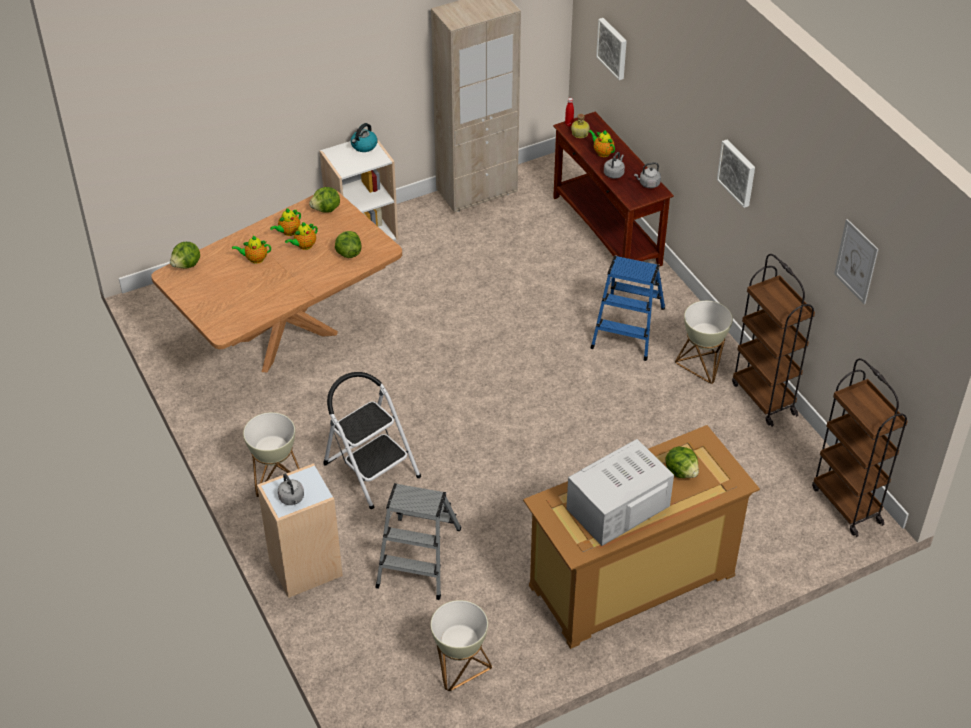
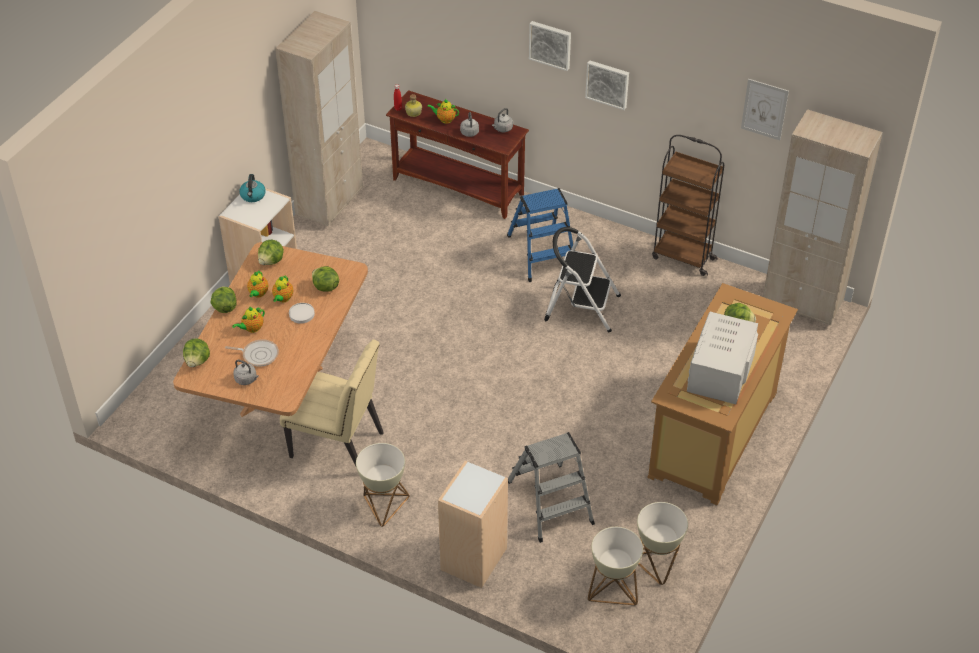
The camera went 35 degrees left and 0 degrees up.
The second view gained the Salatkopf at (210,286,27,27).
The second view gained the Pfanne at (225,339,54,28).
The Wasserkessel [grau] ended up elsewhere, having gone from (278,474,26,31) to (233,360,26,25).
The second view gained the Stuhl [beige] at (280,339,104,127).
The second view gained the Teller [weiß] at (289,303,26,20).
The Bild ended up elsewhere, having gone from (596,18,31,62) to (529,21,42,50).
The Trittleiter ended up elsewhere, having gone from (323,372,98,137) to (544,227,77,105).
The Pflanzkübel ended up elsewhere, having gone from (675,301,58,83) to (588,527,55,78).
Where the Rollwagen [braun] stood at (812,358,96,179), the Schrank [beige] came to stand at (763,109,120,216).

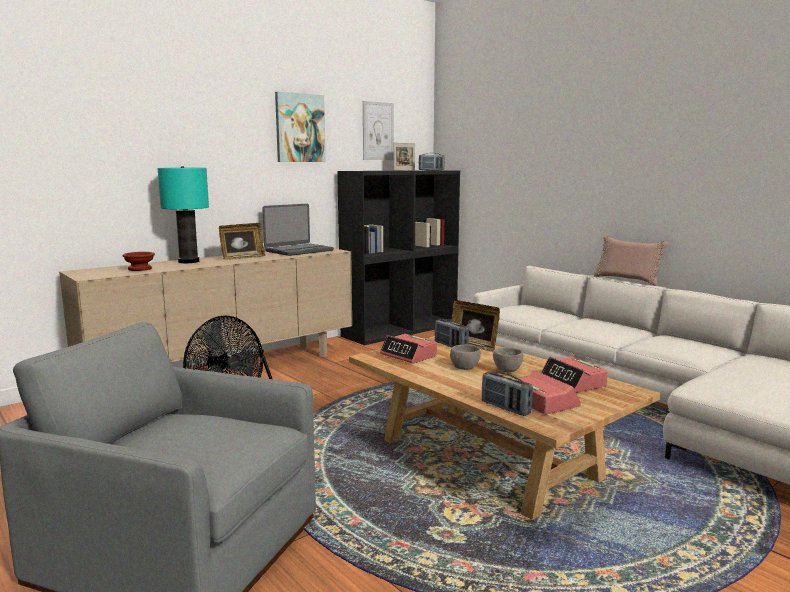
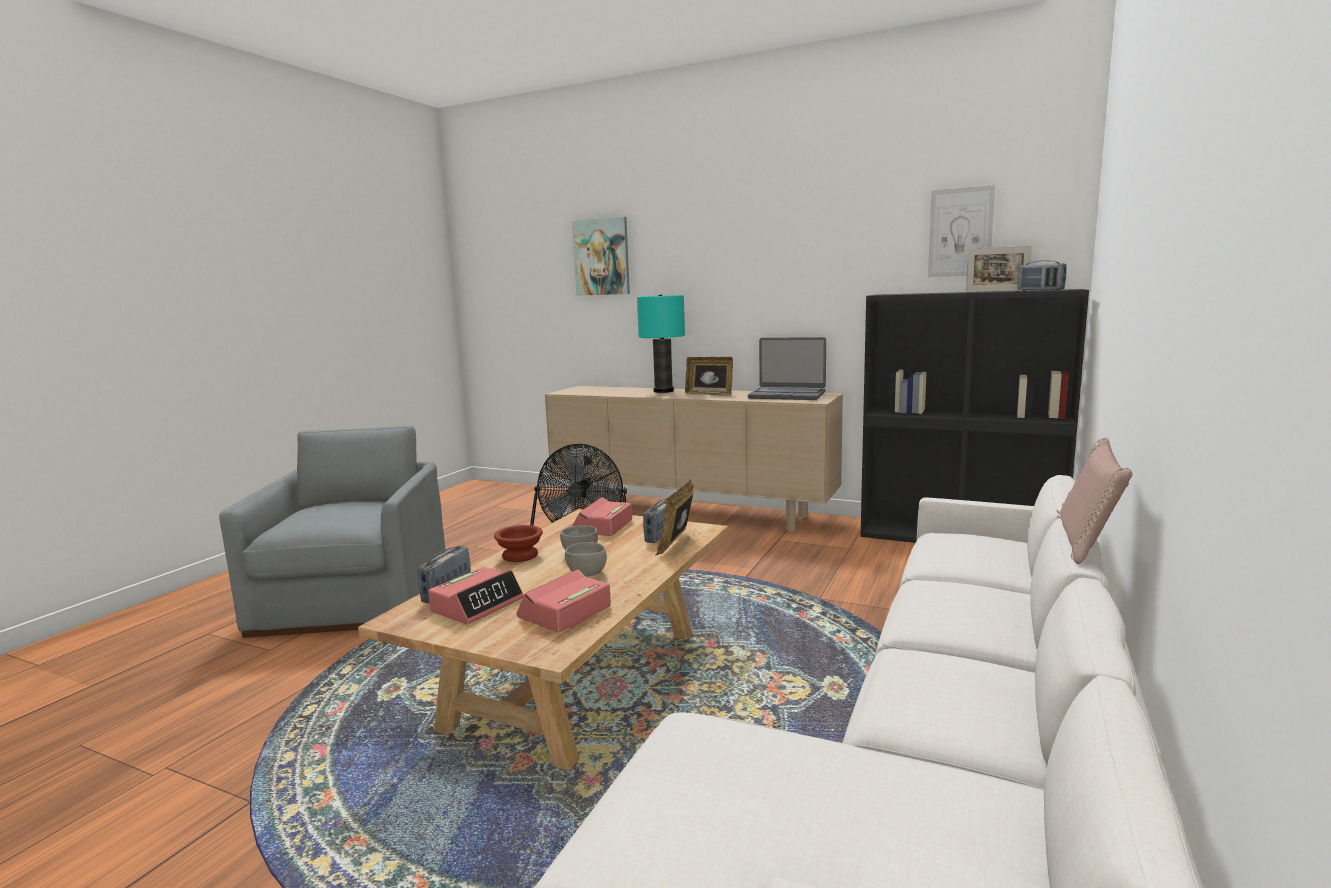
The camera went 65 degrees right and 0 degrees up.
The Schüssel [braun] ended up elsewhere, having gone from (122,252,33,19) to (494,525,49,37).
The Bild ended up elsewhere, having gone from (275,91,51,71) to (572,217,58,79).

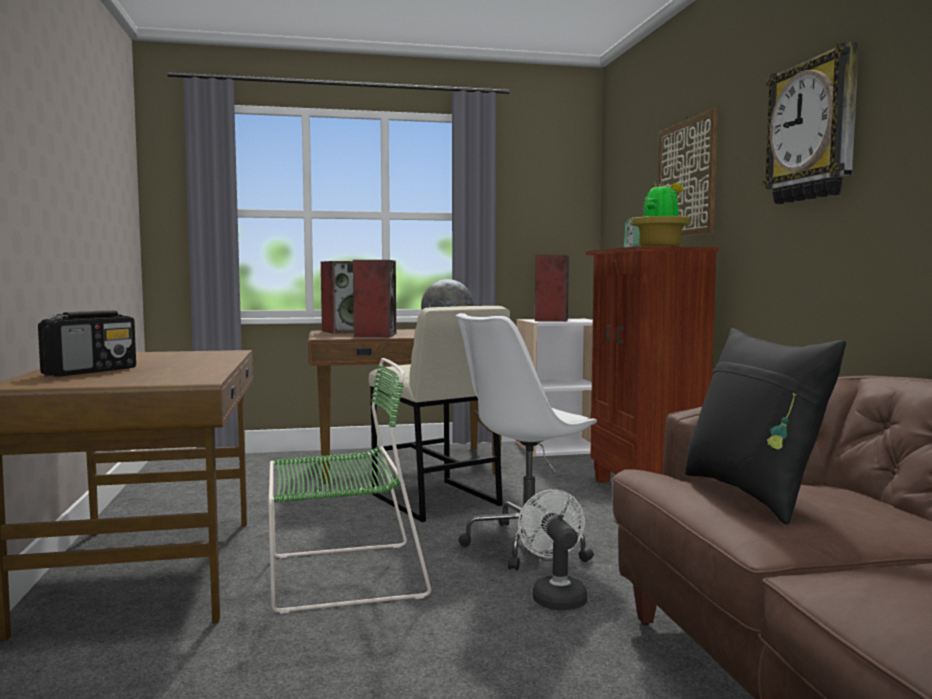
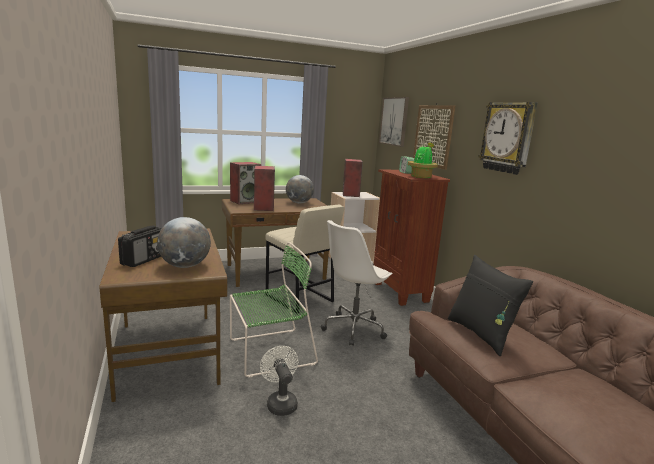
The camera went 10 degrees left and 10 degrees up.
The second view gained the Globus at (157,217,54,51).
The Ventilator [weiß] ended up elsewhere, having gone from (518,489,69,121) to (260,346,38,70).
The second view gained the Bild at (379,97,30,50).

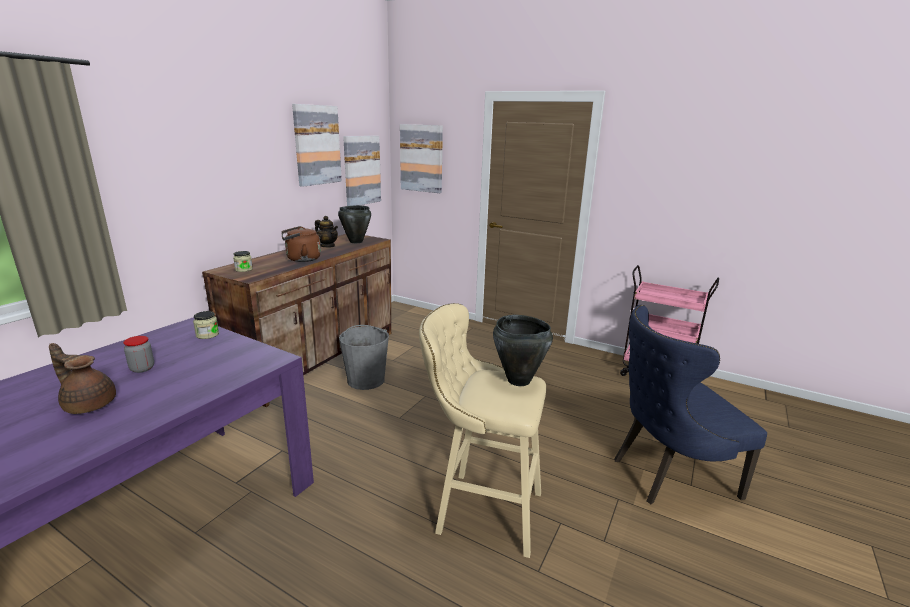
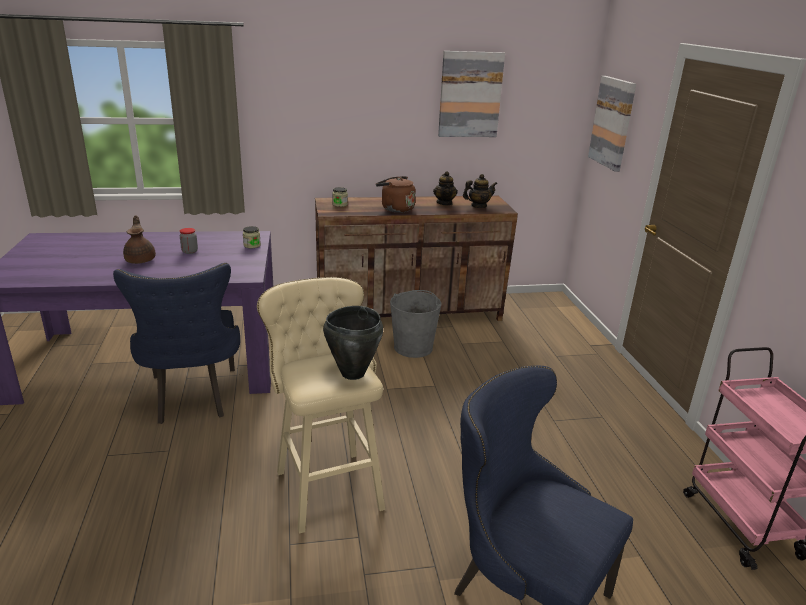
The camera went 50 degrees right and 5 degrees up.
The second view gained the Stuhl [blau] at (113,263,127,161).
Where the Kochtopf [schwarz] stood at (338,205,33,38), the Teekanne came to stand at (463,174,34,34).
The second view lost the Bild at (343,136,38,70).

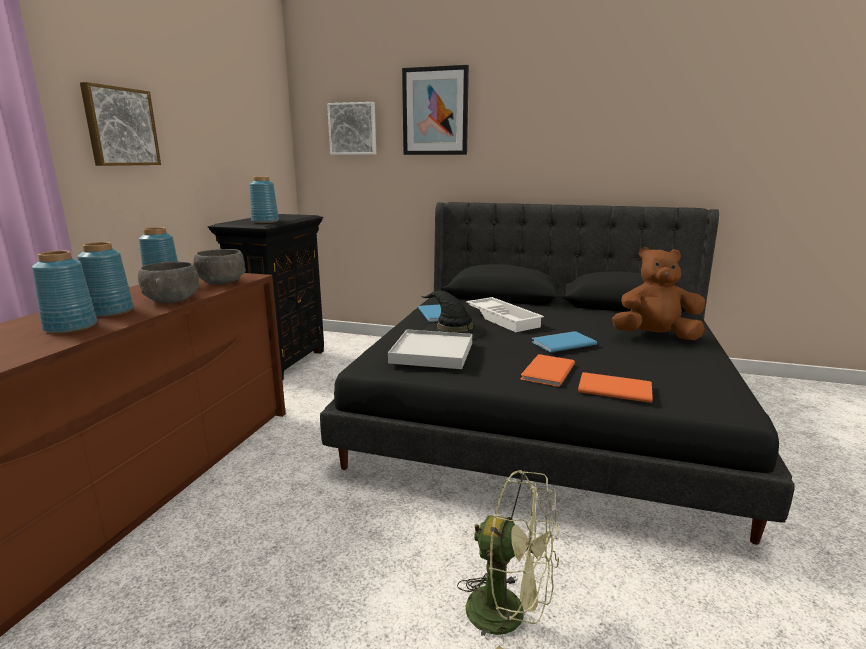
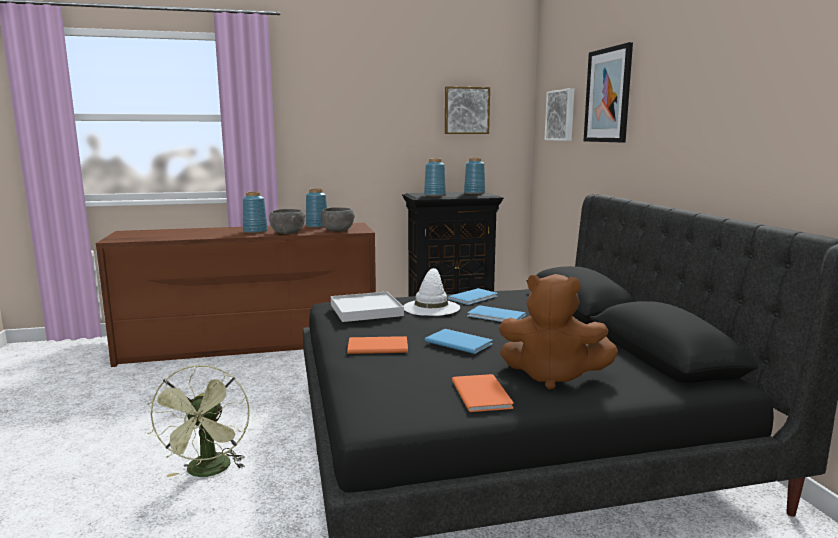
The camera went 60 degrees right and 5 degrees down.
What was the Hut [schwarz] at (420,291,65,48) turned into the Hut [weiß] at (403,268,57,48).
The Bild ended up elsewhere, having gone from (80,82,81,84) to (445,86,45,48).
The Buch [orange] ended up elsewhere, having gone from (578,372,75,31) to (452,374,62,38).
The Vase [blau] ended up elsewhere, having gone from (32,251,65,83) to (464,158,21,36).
Where the Tablett [weiß] stood at (466,297,78,35), the Buch [blau] came to stand at (467,305,59,17).
The Plüschtier [braun] at (612,247,93,93) ended up facing another way, 135 degrees clockwise from before.

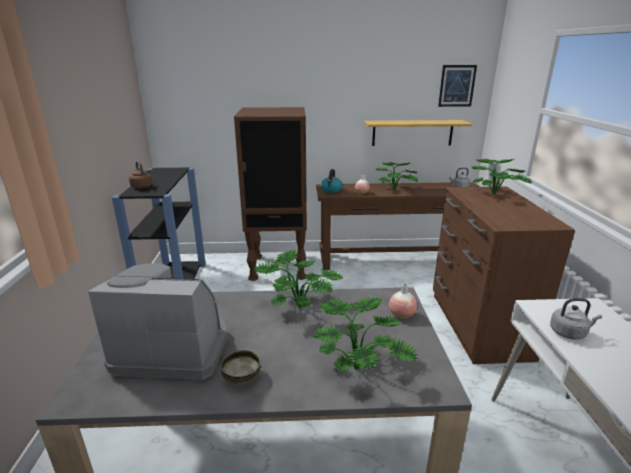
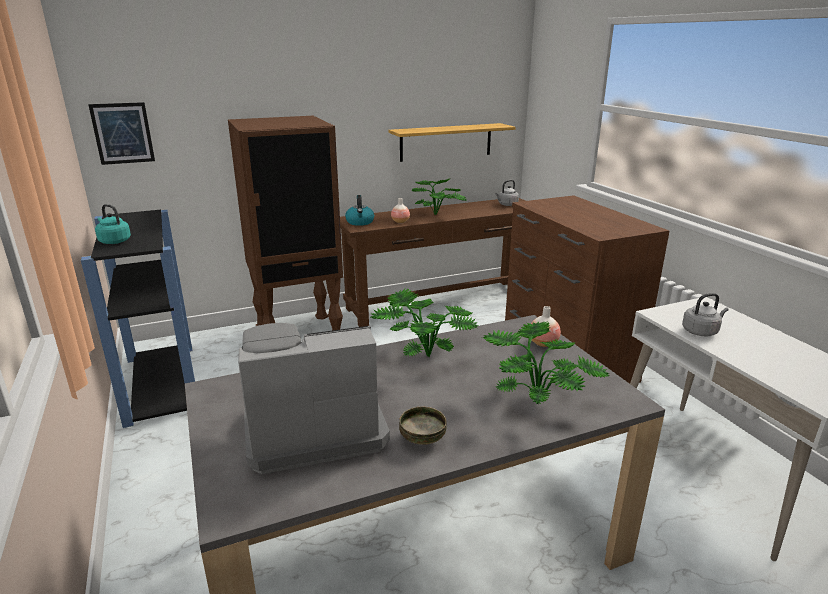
The camera went 20 degrees left and 0 degrees up.
The Bild ended up elsewhere, having gone from (438,65,39,42) to (88,102,67,63).
What was the Wasserkessel [braun] at (129,161,23,28) turned into the Wasserkessel [türkis] at (95,204,36,40).
The second view lost the Topfpflanze at (472,159,60,36).

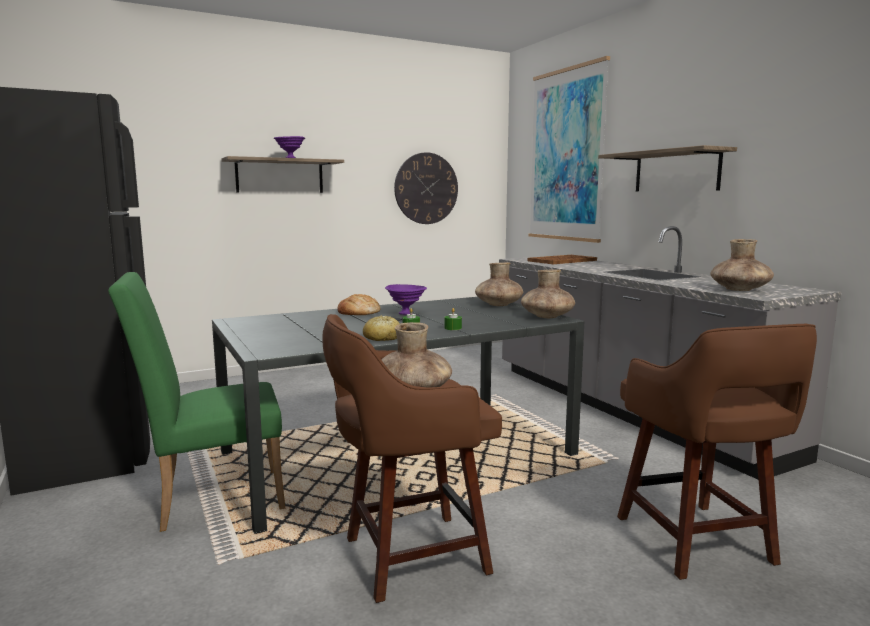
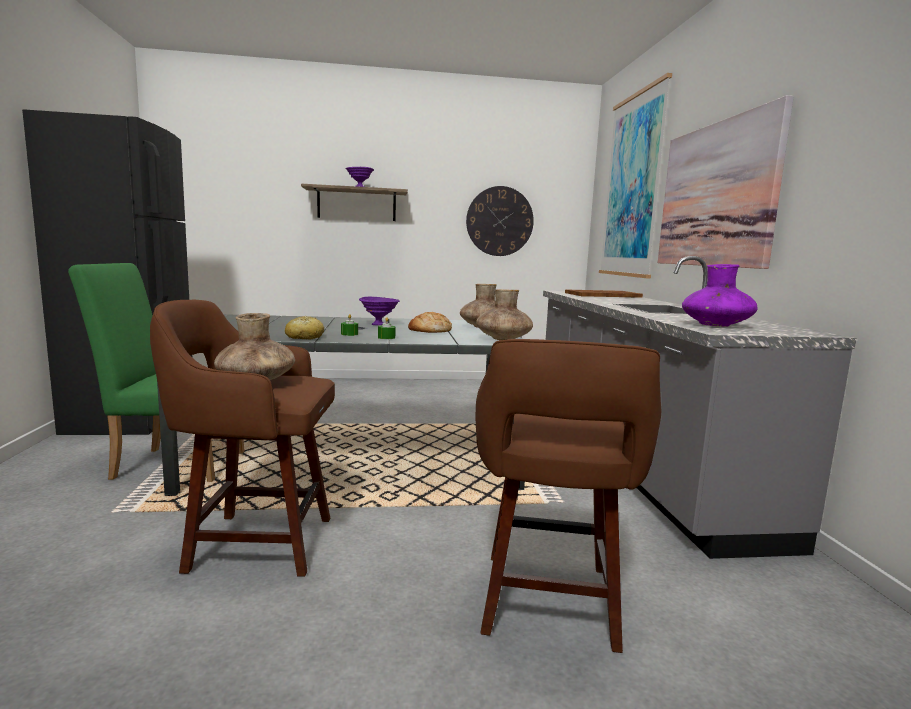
The camera went 20 degrees right and 0 degrees up.
The Brot ended up elsewhere, having gone from (337,294,44,21) to (408,312,44,21).
Where the Wandregal hung at (598,145,139,47), the Bild came to hang at (658,95,136,174).
What was the Vase [braun] at (710,239,64,52) turned into the Vase [lila] at (682,264,76,63).

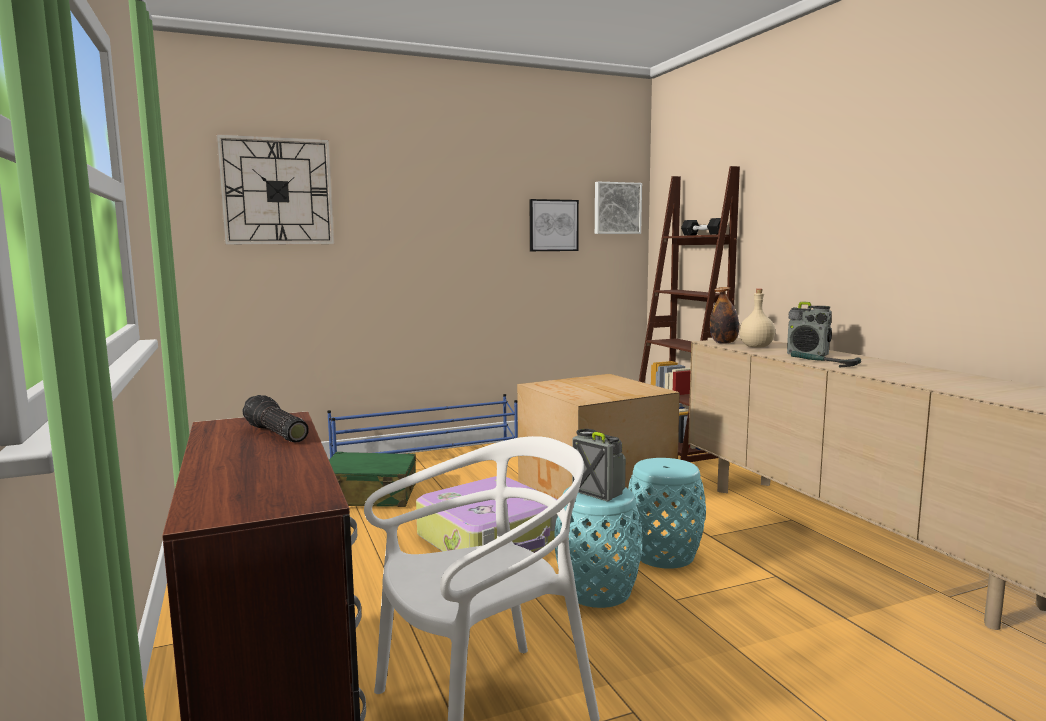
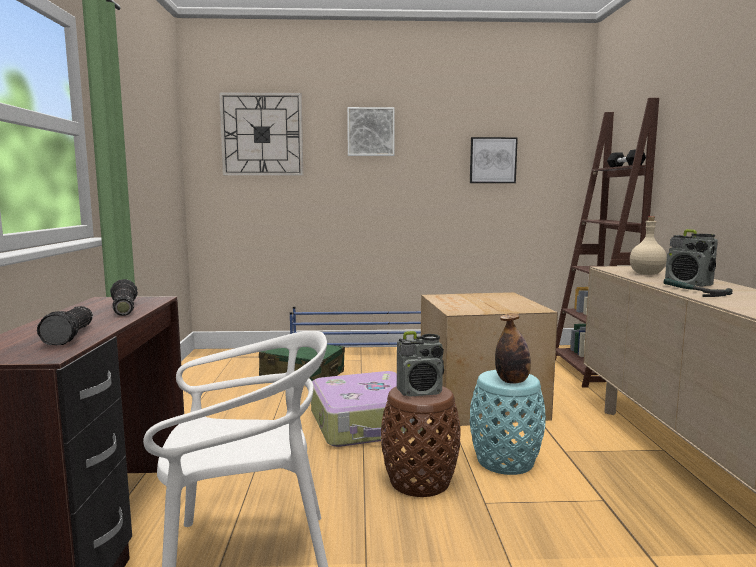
The camera went 20 degrees right and 0 degrees up.
The second view gained the Taschenlampe at (37,306,56,40).
The Bild ended up elsewhere, having gone from (595,182,47,52) to (347,107,48,49).
What was the Hocker [türkis] at (554,487,89,121) turned into the Hocker [braun] at (381,386,80,111).
The Radio at (572,429,54,73) ended up facing another way, 105 degrees clockwise from before.
The Flasche ended up elsewhere, having gone from (710,287,29,57) to (495,313,36,71).

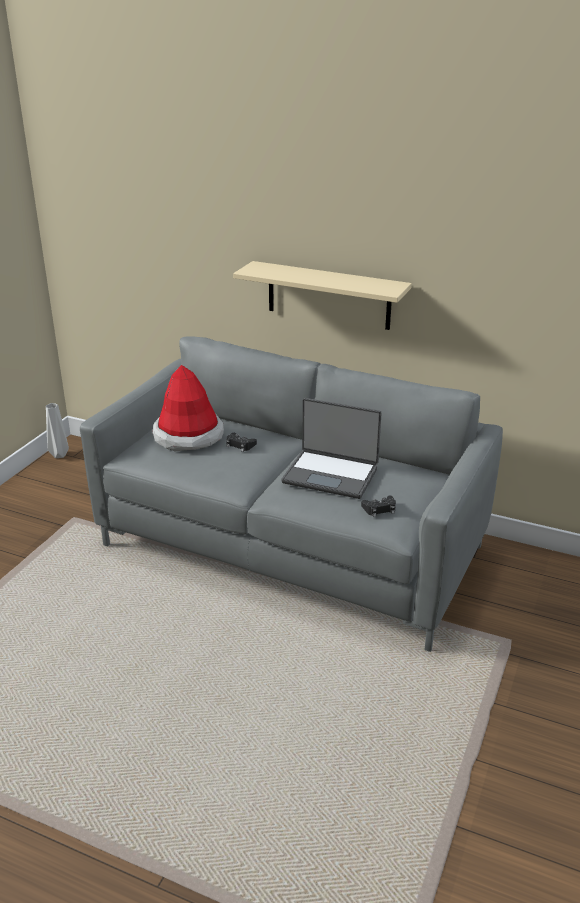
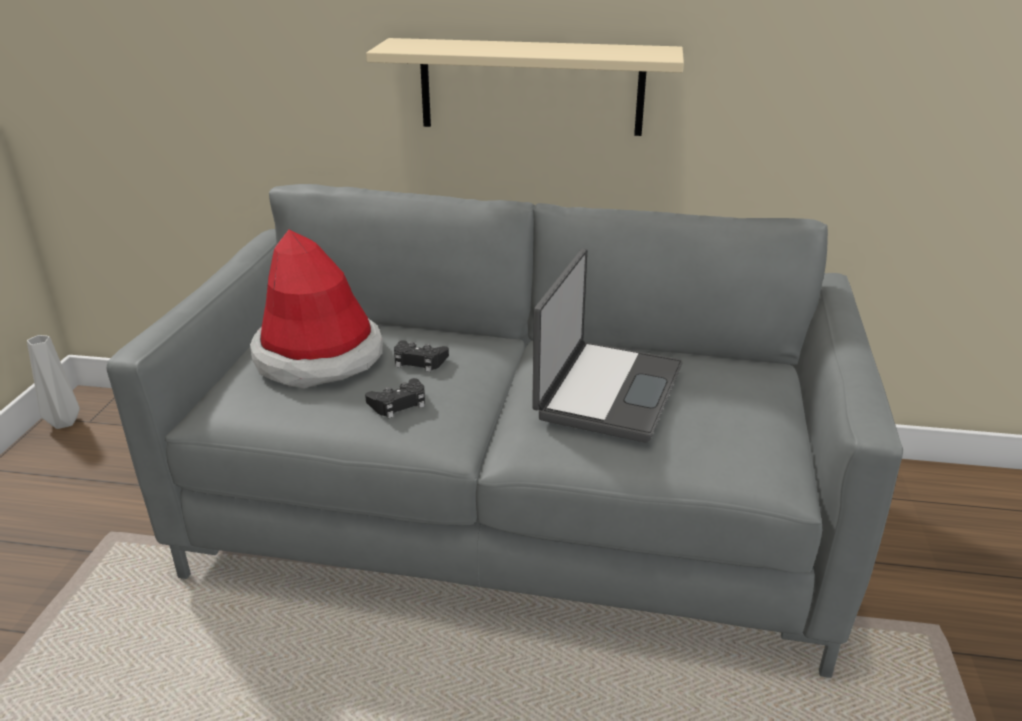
The camera went 15 degrees left and 0 degrees up.
The Gamepad [schwarz] ended up elsewhere, having gone from (361,496,35,21) to (365,378,60,40).
The Laptop at (281,398,101,101) ended up facing another way, 75 degrees counterclockwise from before.

